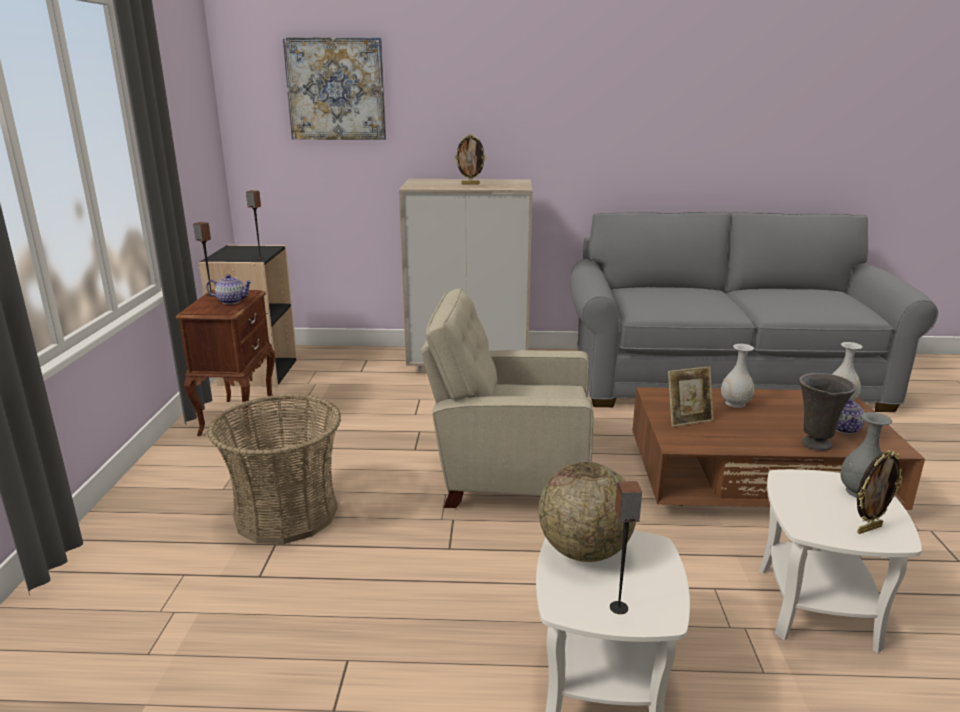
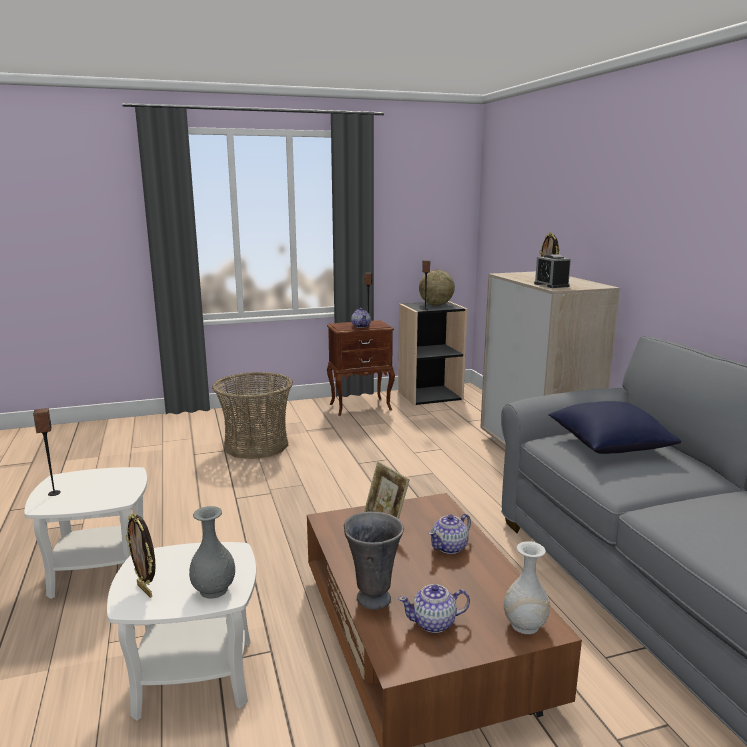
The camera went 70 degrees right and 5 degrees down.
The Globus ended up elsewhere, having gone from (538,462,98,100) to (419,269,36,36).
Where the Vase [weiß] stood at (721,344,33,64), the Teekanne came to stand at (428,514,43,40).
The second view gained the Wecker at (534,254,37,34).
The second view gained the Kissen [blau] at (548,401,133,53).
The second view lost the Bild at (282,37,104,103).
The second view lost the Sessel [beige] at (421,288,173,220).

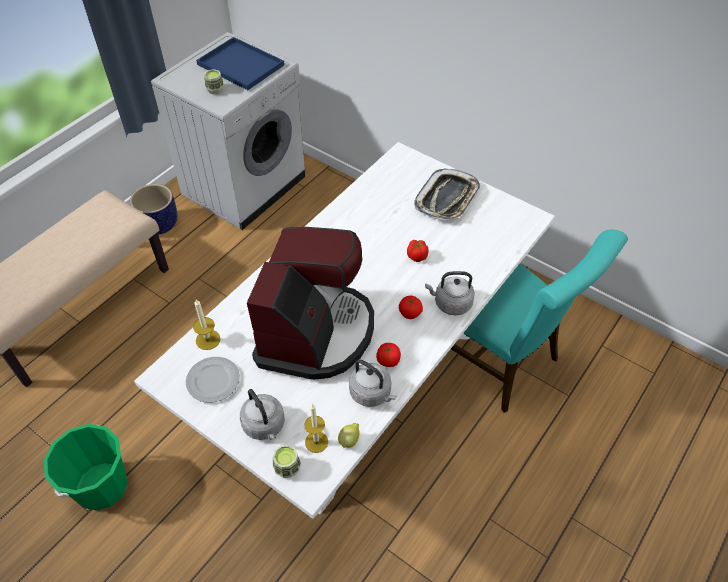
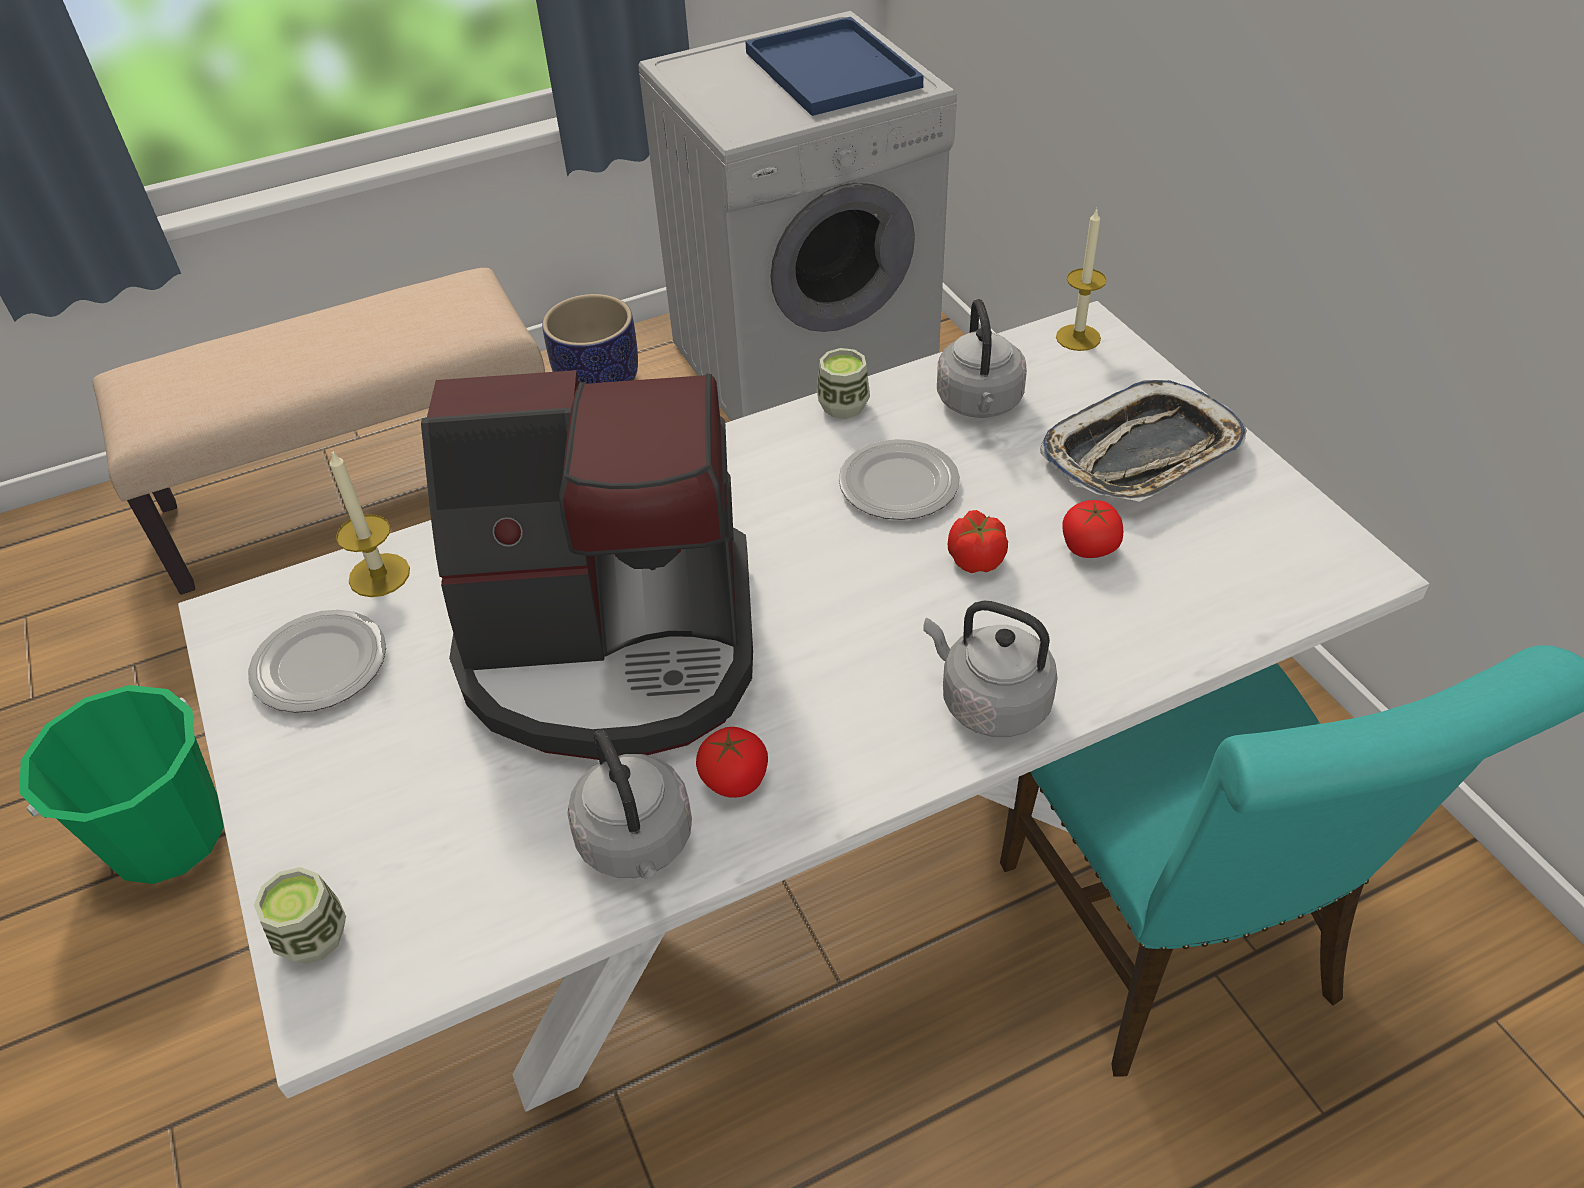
The camera went 30 degrees right and 5 degrees down.
The Kaffeemaschine at (247,227,127,153) ended up facing another way, 45 degrees clockwise from before.
The Tasse ended up elsewhere, having gone from (204,69,20,26) to (817,348,53,71).
The second view gained the Teller at (839,439,121,81).
The Wasserkessel [grau] ended up elsewhere, having gone from (240,389,44,52) to (937,299,90,119).
The Kerze ended up elsewhere, having gone from (304,404,24,49) to (1056,207,51,144).
The Tomate ended up elsewhere, having gone from (399,296,24,23) to (1062,500,61,58).
The second view lost the Zitrone at (338,423,22,25).

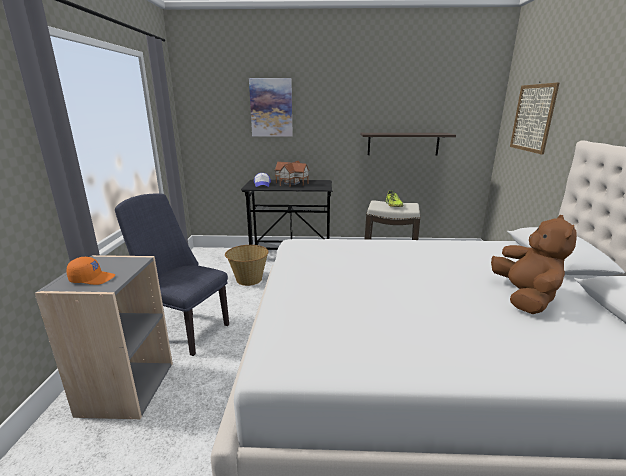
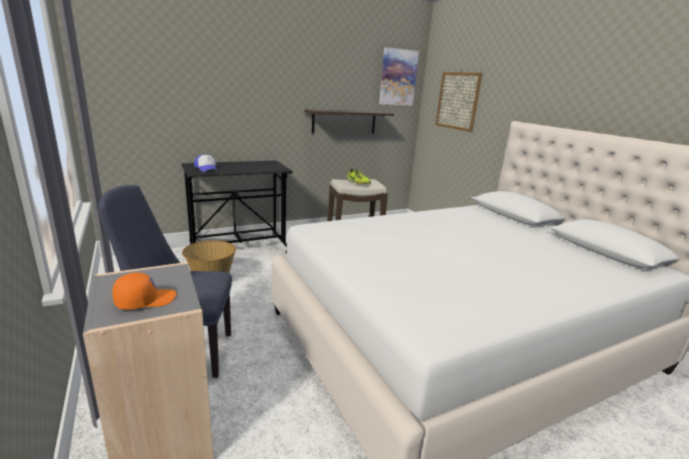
The camera went 30 degrees left and 0 degrees up.
The Bild ended up elsewhere, having gone from (249,78,44,59) to (379,47,40,59).
The second view lost the Spielzeughaus at (275,160,34,27).
The second view lost the Plüschtier [braun] at (491,215,86,99).

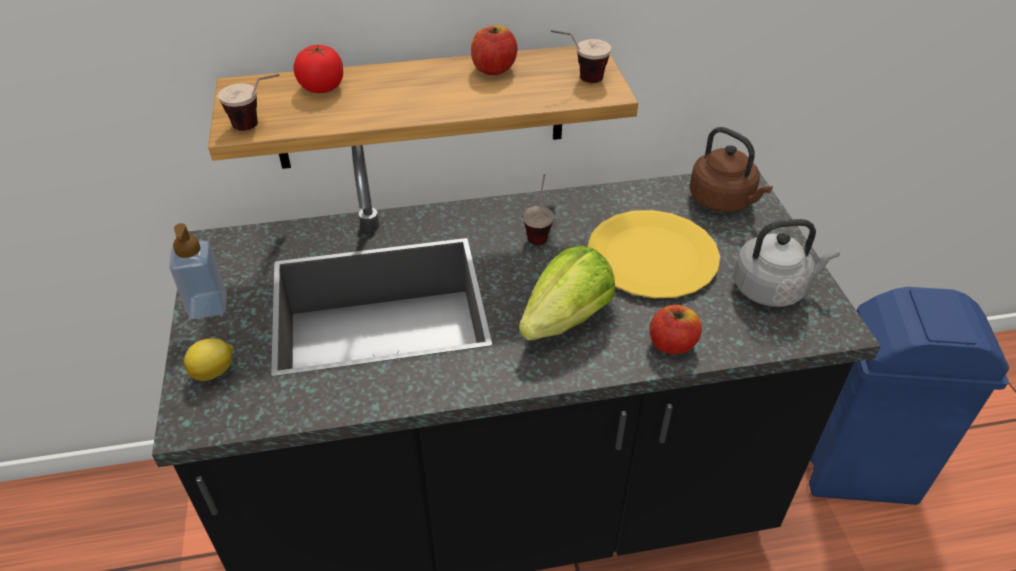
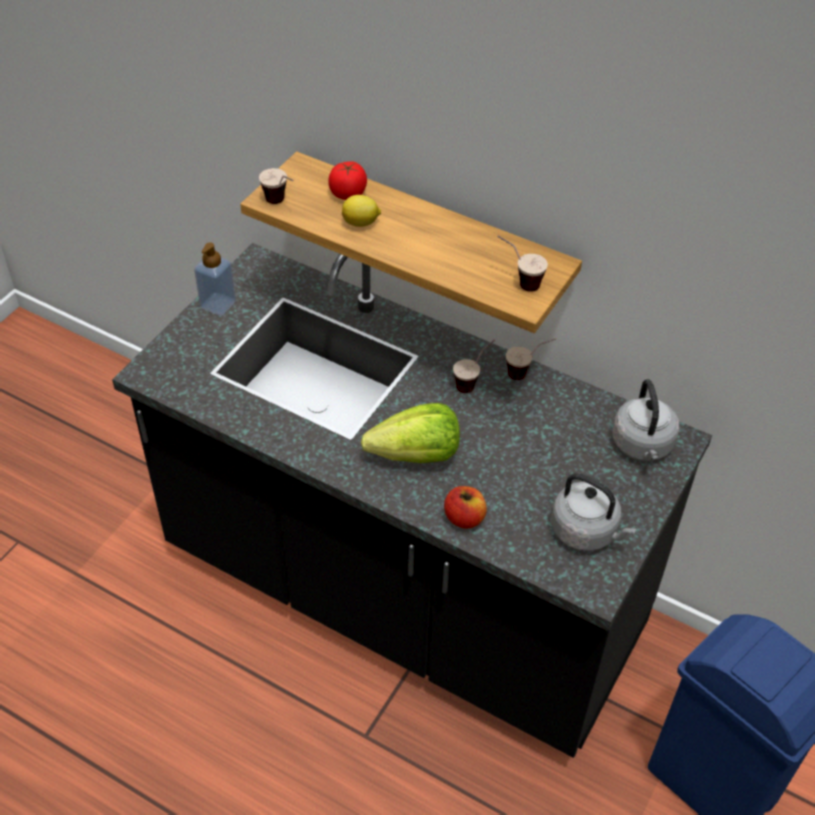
The camera went 40 degrees right and 5 degrees up.
The Zitrone ended up elsewhere, having gone from (184,338,49,43) to (342,195,39,32).
The second view gained the Tasse at (506,338,50,42).
What was the Wasserkessel [braun] at (689,127,84,85) turned into the Wasserkessel [grau] at (612,379,68,82).
The second view lost the Apfel at (471,25,46,50).
The second view lost the Teller [gelb] at (587,210,133,88).

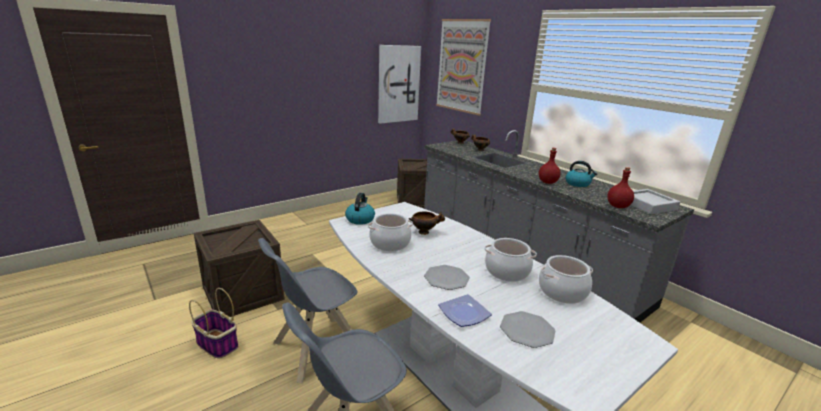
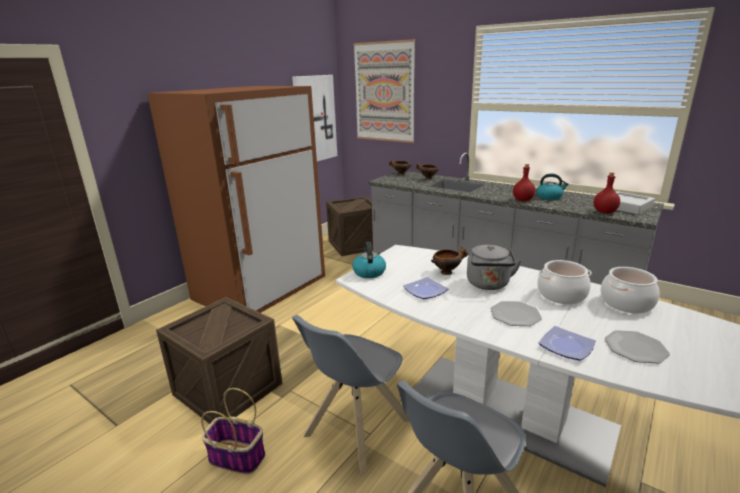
The camera went 15 degrees left and 0 degrees up.
The second view gained the Kühlschrank [braun] at (147,86,178,227).
Where the Kochtopf stood at (368,213,45,38), the Teller came to stand at (403,277,45,22).
The second view gained the Wasserkessel [grau] at (467,245,55,45).

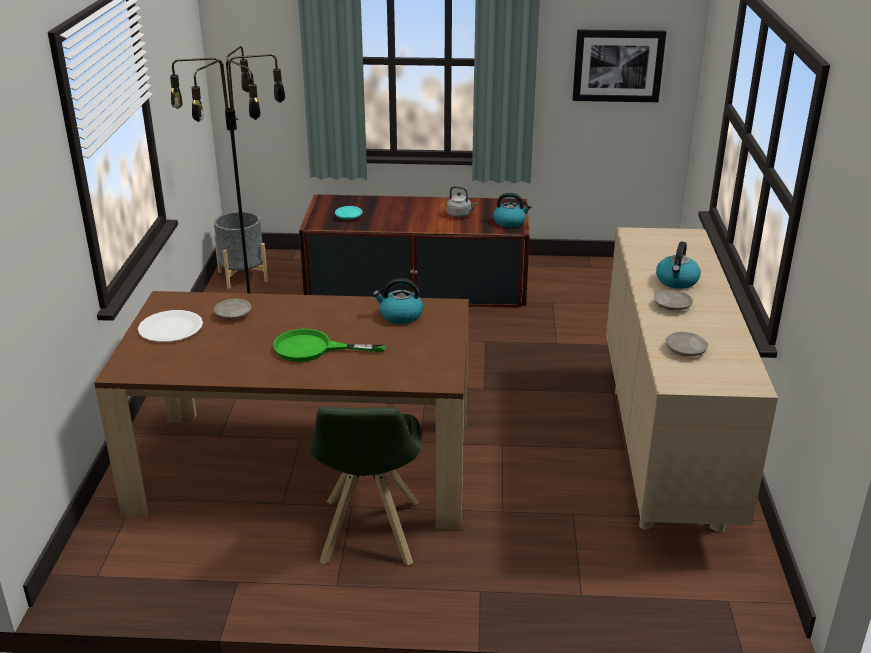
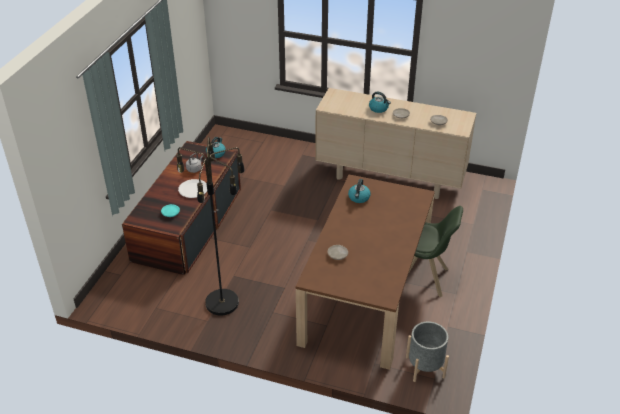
The camera went 75 degrees left and 10 degrees up.
The Teller [weiß] ended up elsewhere, having gone from (138,310,65,32) to (178,179,29,19).
The Pflanzkübel [grau] ended up elsewhere, having gone from (214,211,54,78) to (406,321,43,61).
The second view lost the Pfanne [grün] at (273,329,112,33).
The second view lost the Bild at (572,30,94,72).

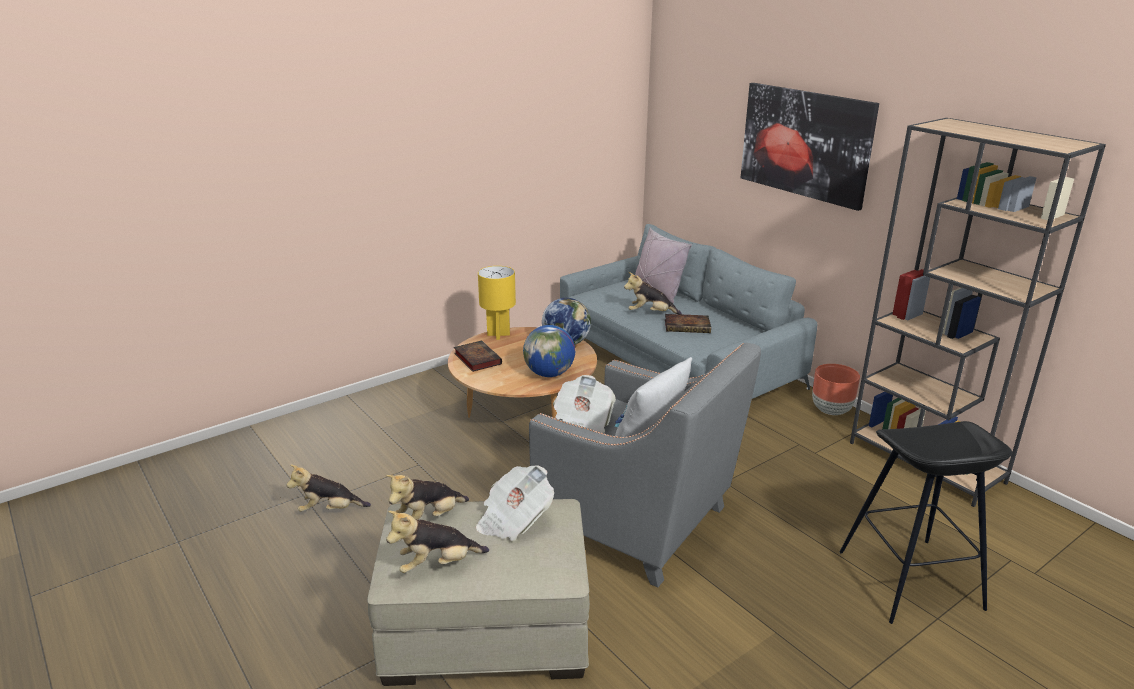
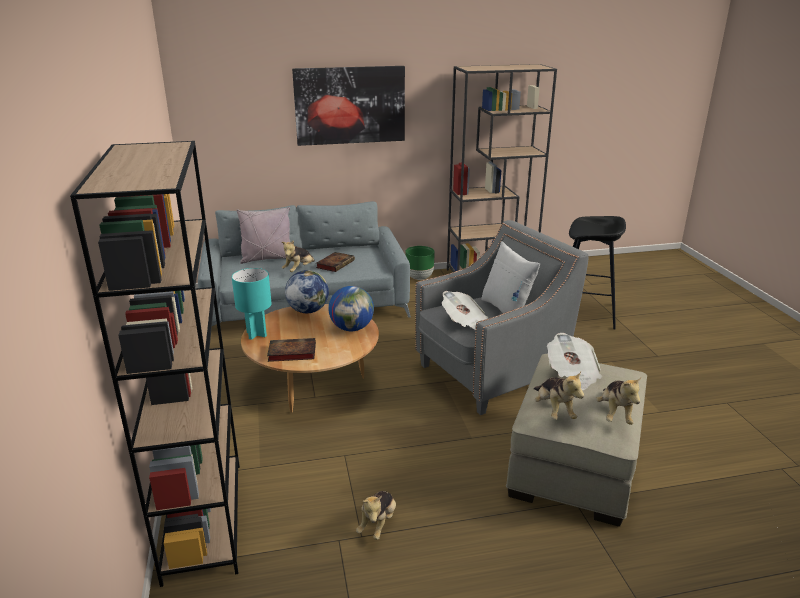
The camera went 65 degrees left and 0 degrees up.
The second view gained the Bücherregal [beige] at (70,141,170,446).
What was the Tischlampe [gelb] at (478,266,38,74) turned into the Tischlampe [türkis] at (232,268,39,72).
What was the Pflanzkübel [braun] at (812,364,48,51) turned into the Pflanzkübel [grün] at (405,246,30,34).

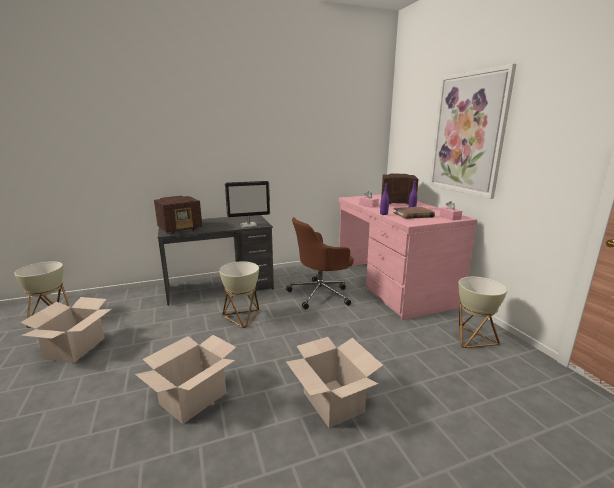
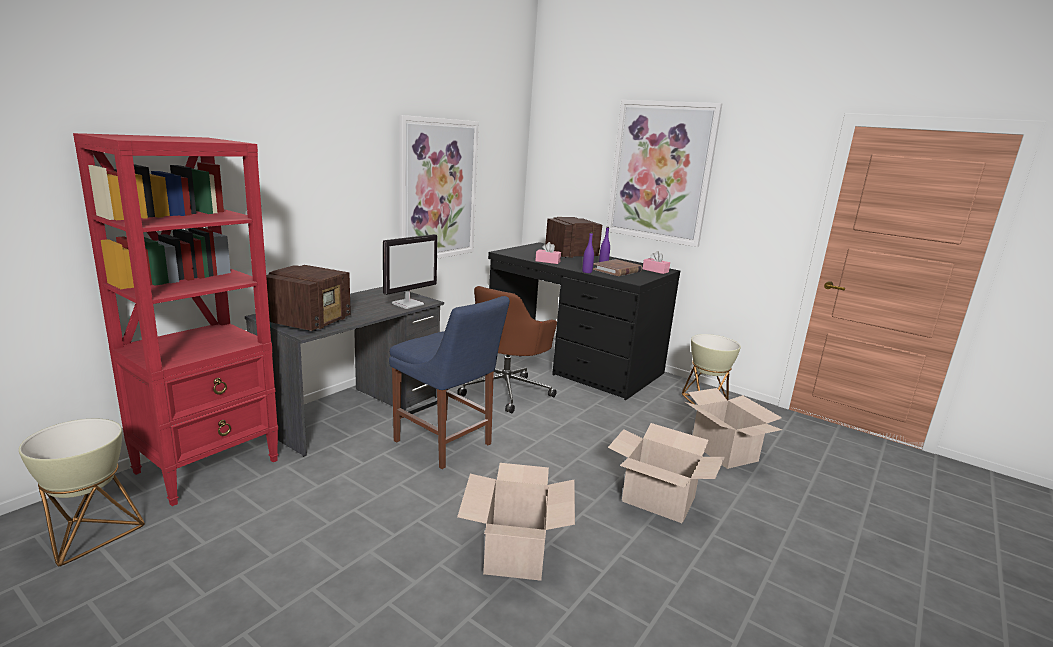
The camera went 35 degrees left and 0 degrees up.
The second view gained the Bücherregal [rot] at (73,133,206,373).
Where the Pflanzkübel stood at (219,261,40,67), the Stuhl [blau] came to stand at (389,296,121,173).
The second view gained the Bild at (399,115,80,144).
What was the Schreibtisch [rosa] at (339,195,138,125) turned into the Schreibtisch [schwarz] at (488,242,192,158).
The Karton ended up elsewhere, having gone from (20,297,92,66) to (685,388,97,81).

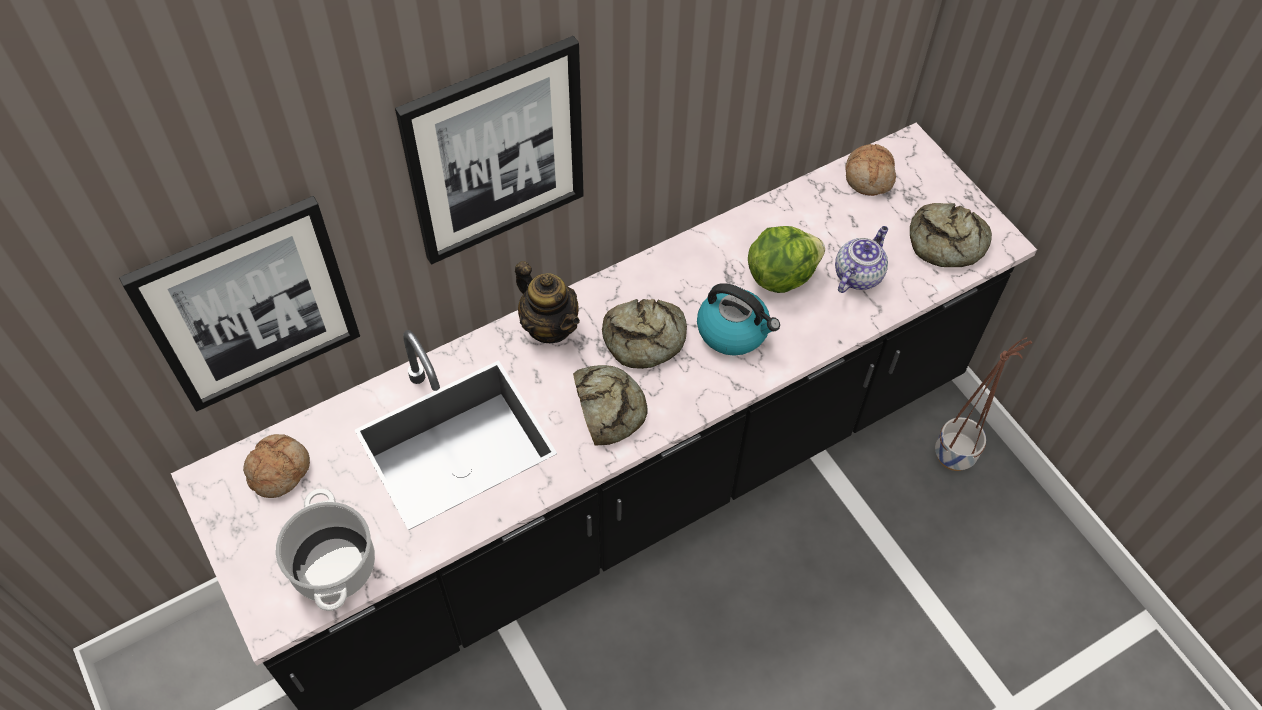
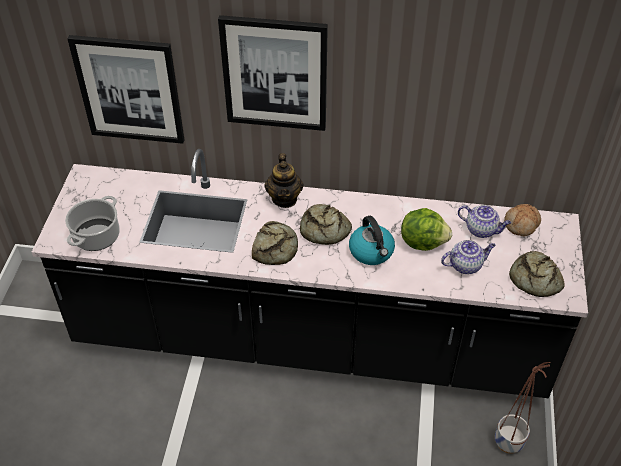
The camera went 40 degrees right and 10 degrees down.
The second view gained the Teekanne at (458,205,53,33).
The second view lost the Brot at (243,434,67,64).

